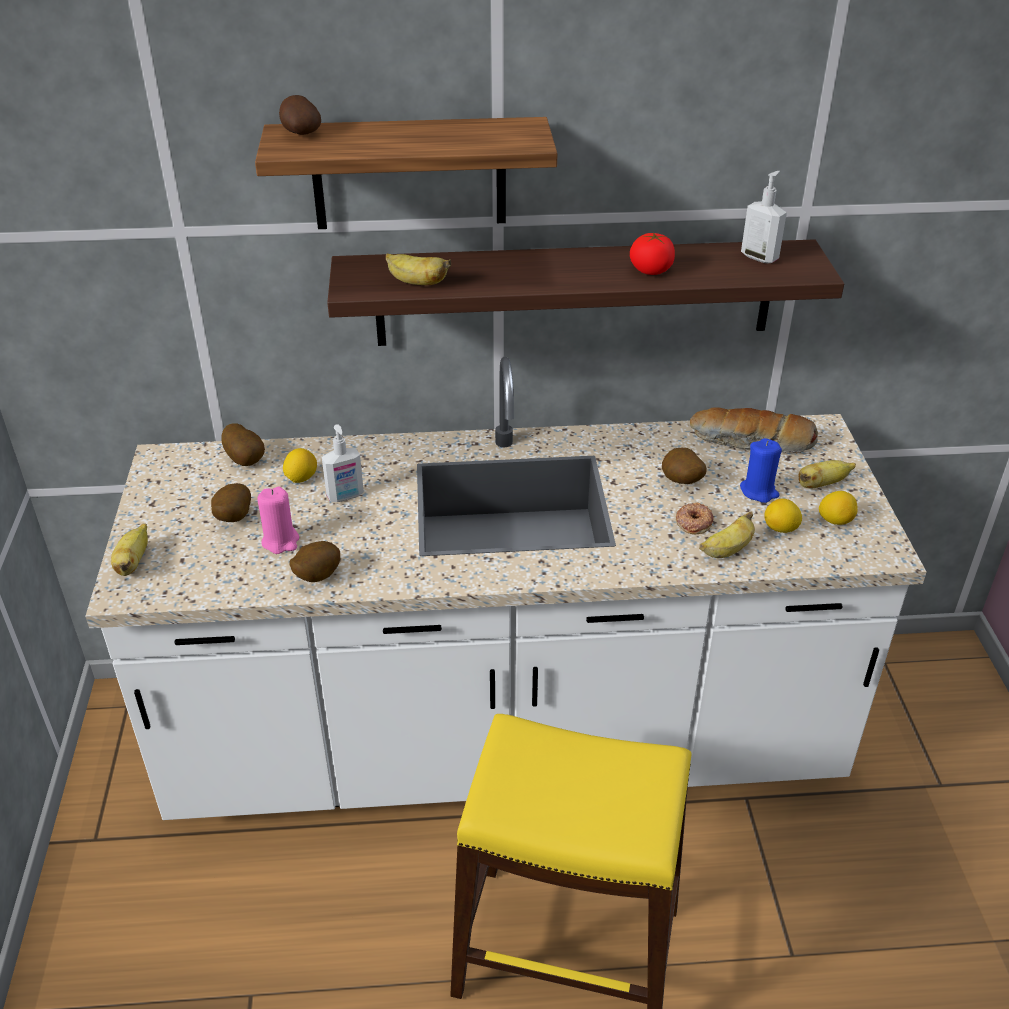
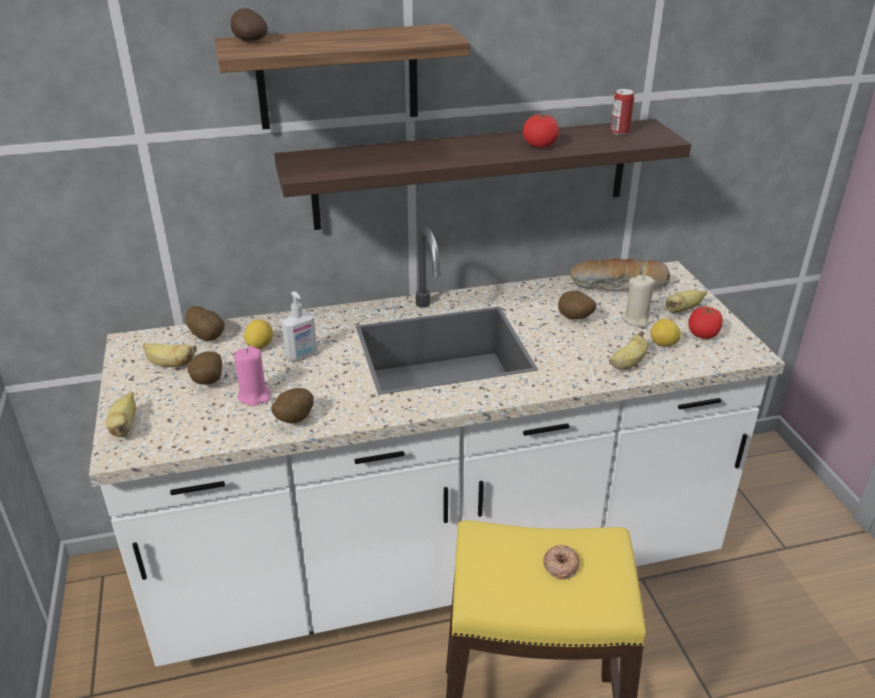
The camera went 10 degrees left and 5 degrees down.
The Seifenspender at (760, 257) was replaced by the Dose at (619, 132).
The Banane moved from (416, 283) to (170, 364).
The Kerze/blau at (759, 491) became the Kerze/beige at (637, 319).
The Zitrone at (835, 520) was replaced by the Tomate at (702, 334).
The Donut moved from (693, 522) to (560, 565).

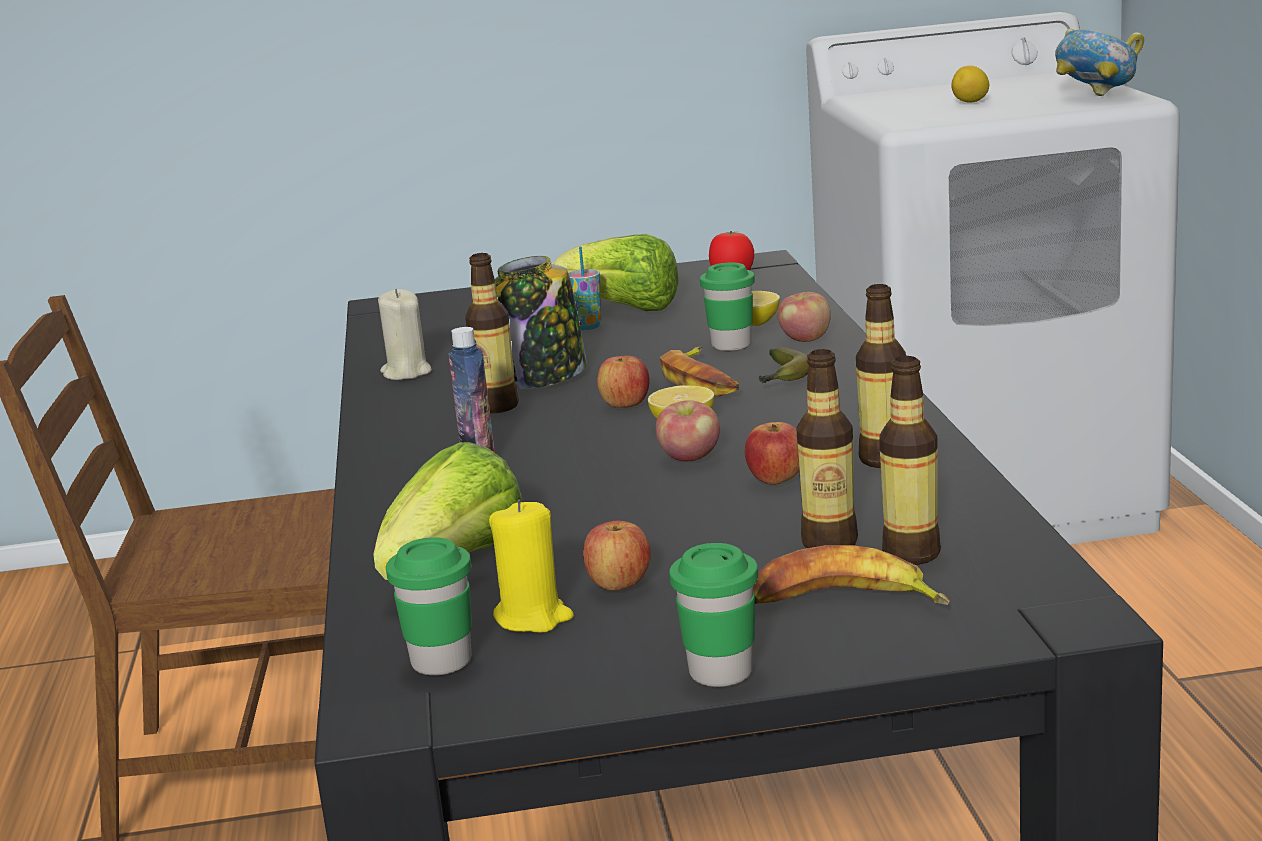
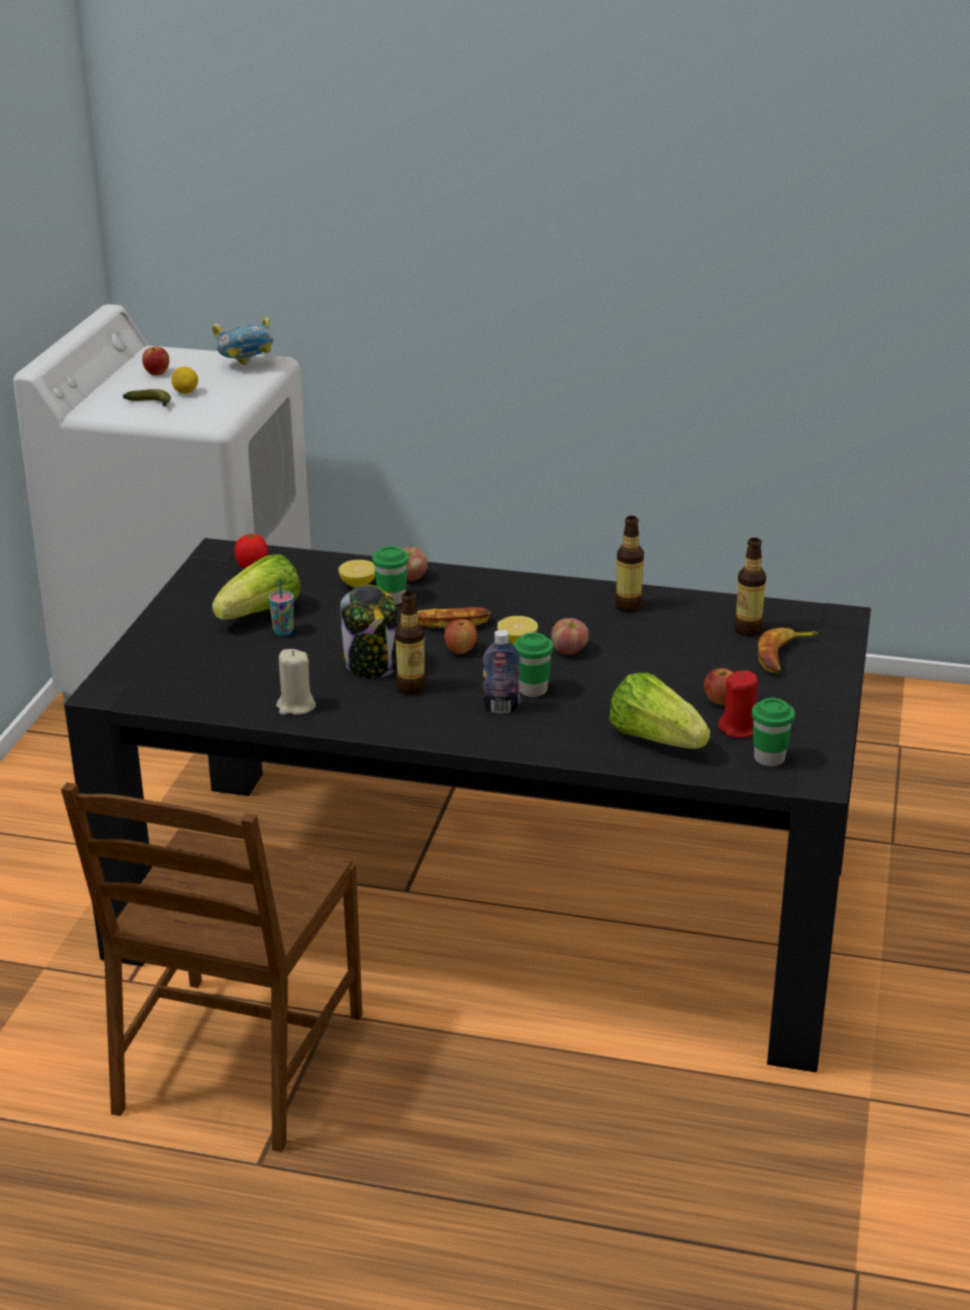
The camera went 70 degrees left and 10 degrees up.
The Banane moved from (783, 378) to (152, 404).
The Flasche at (829, 543) disappeared.
The Apfel moved from (776, 480) to (157, 373).
The Kerze/gelb at (533, 618) became the Kerze/rot at (739, 728).
The Tasse/grün moved from (720, 673) to (532, 690).

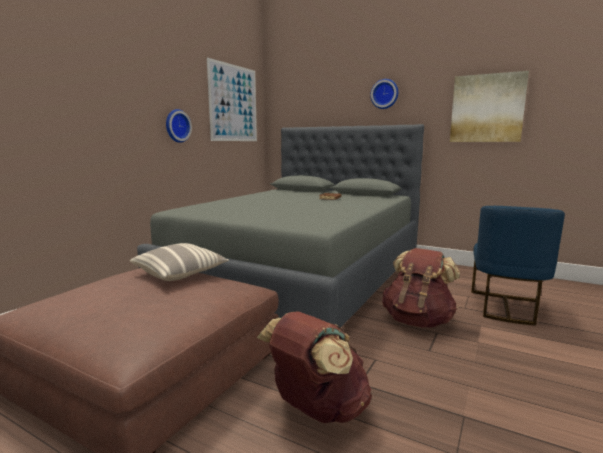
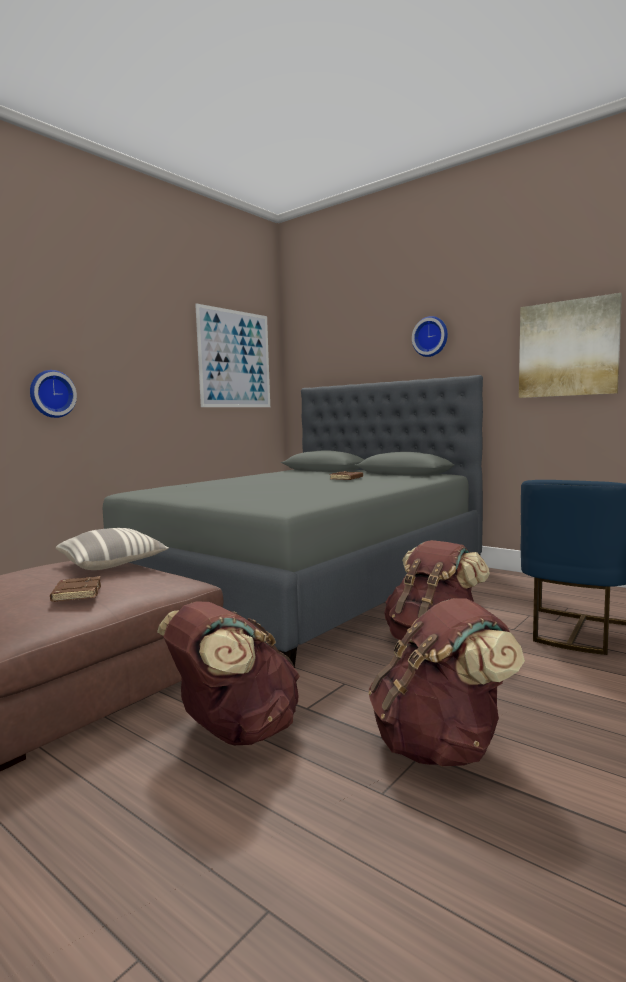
The camera went 10 degrees right and 5 degrees down.
The Wanduhr moved from (176, 126) to (51, 394).
The Buch/braun at (76, 593) appeared.
The Rucksack/braun at (441, 747) appeared.

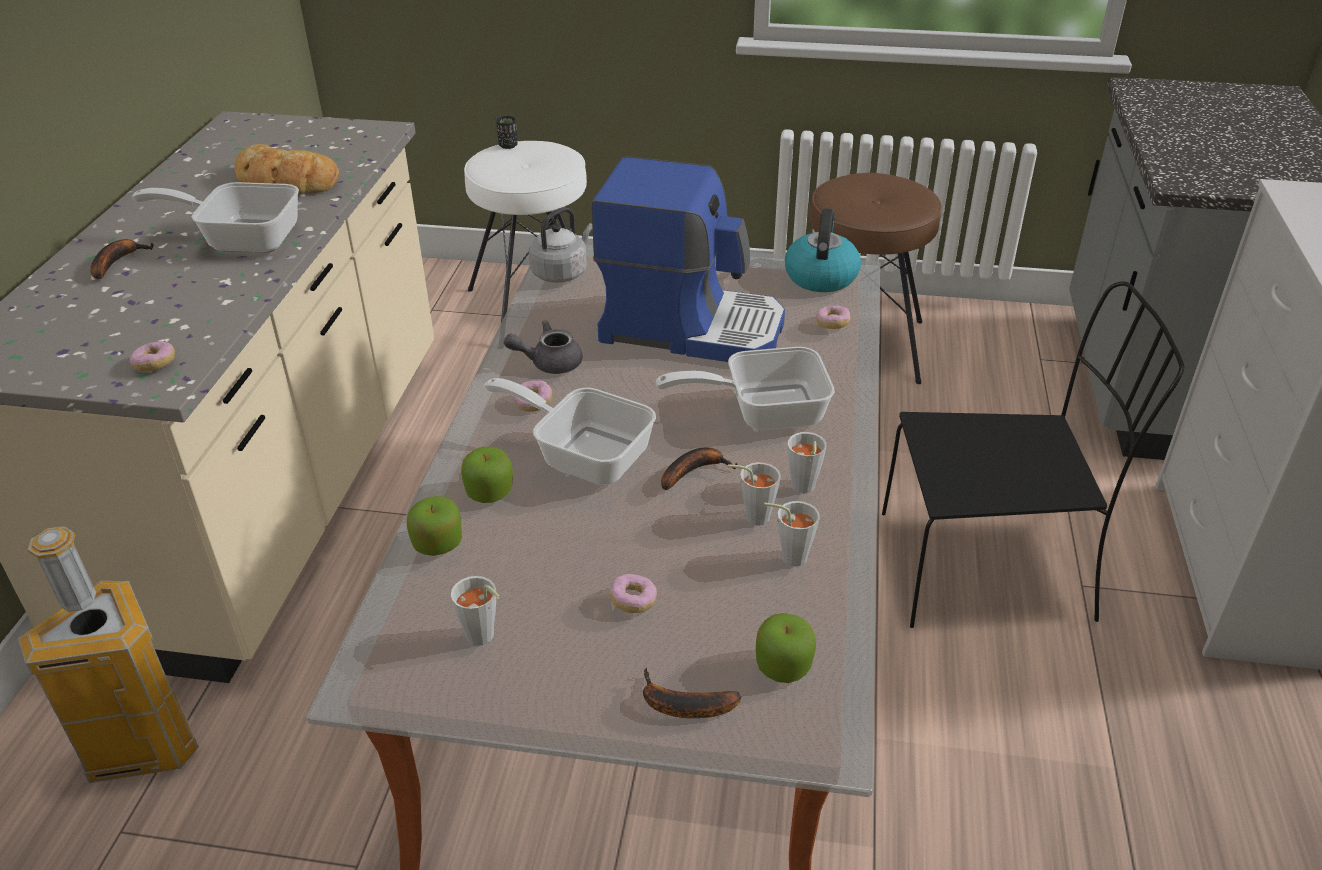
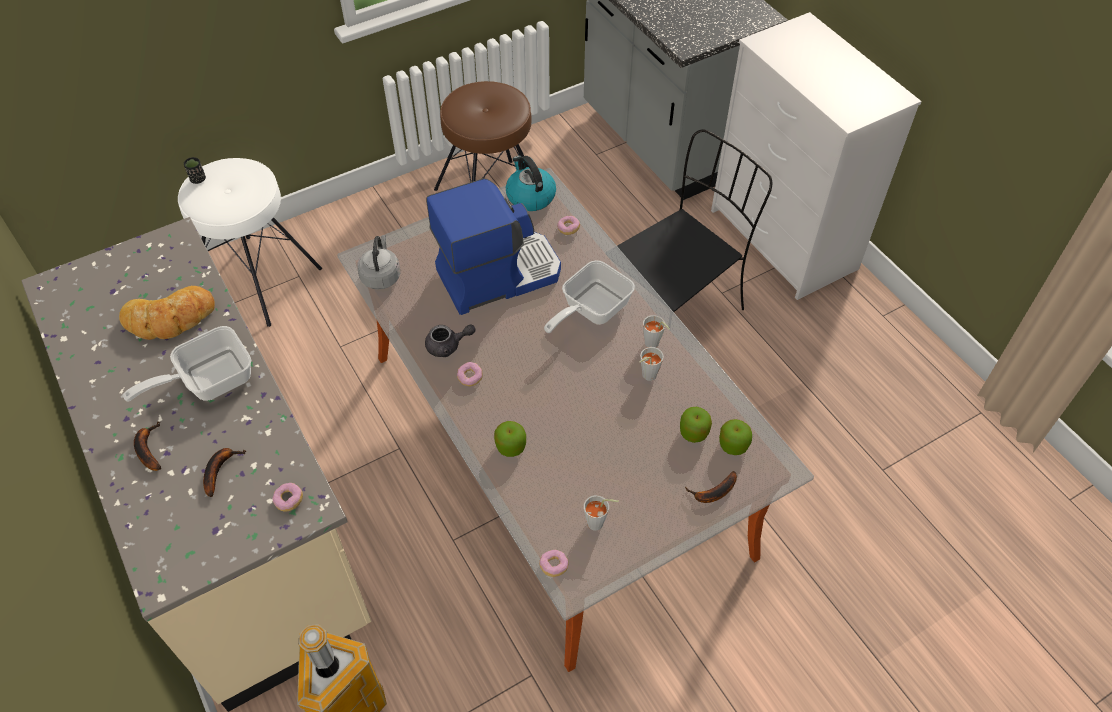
The camera went 40 degrees left and 15 degrees up.
The Teekanne/grau at (549, 363) turned 135 degrees counterclockwise.
The Pfanne at (584, 454) disappeared.
The Banane moved from (694, 471) to (220, 470).
The Apfel moved from (437, 543) to (693, 432).
The Tasse/grau at (788, 556) disappeared.
The Donut moved from (633, 601) to (553, 566).

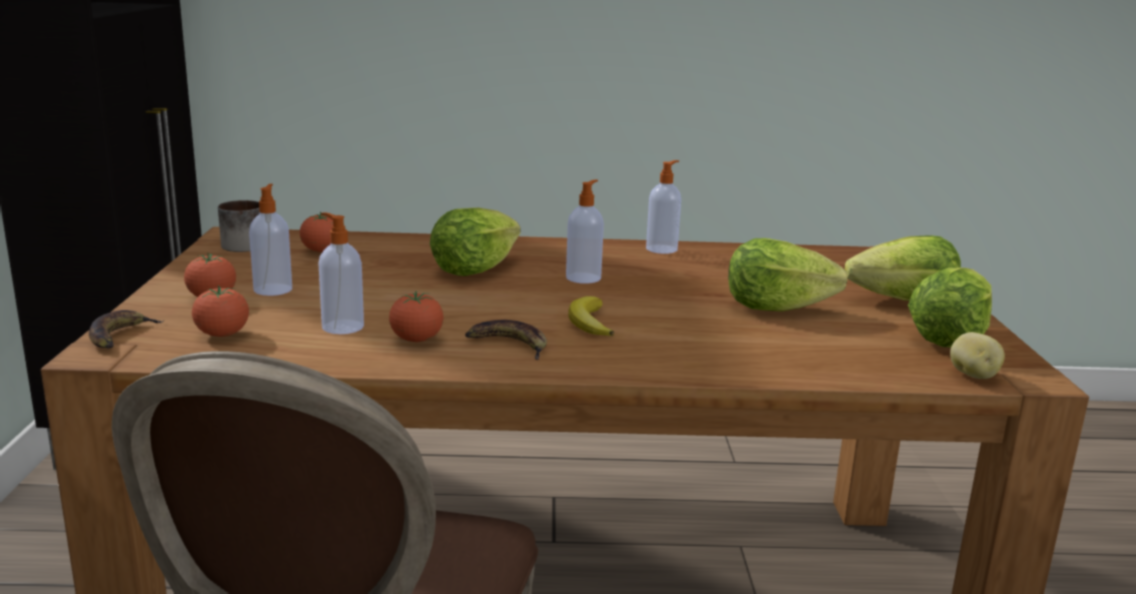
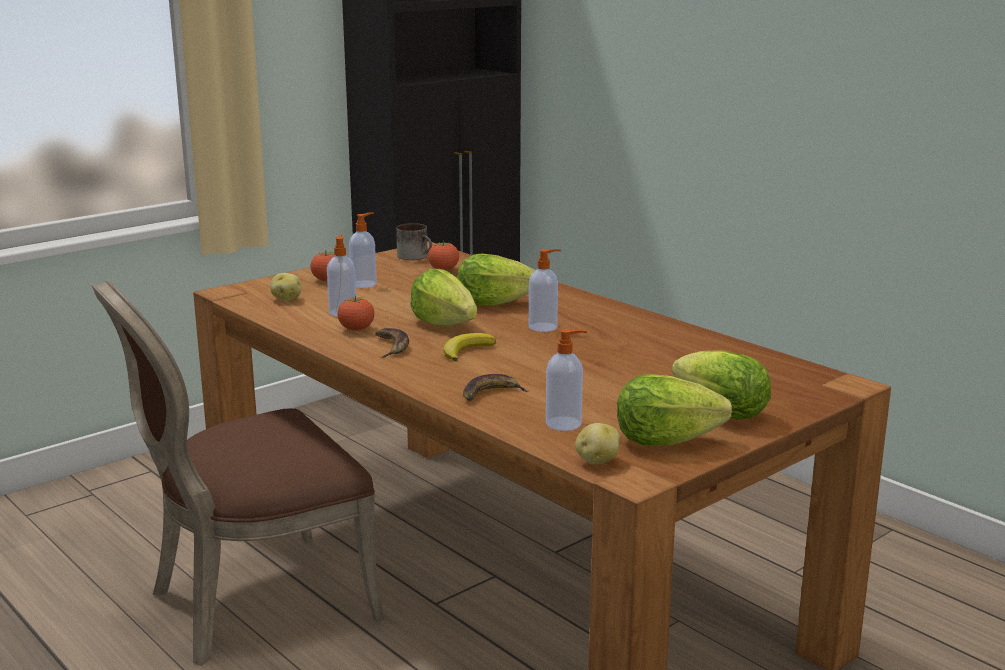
The camera went 50 degrees right and 0 degrees up.
The Seifenspender moved from (662, 249) to (565, 424).
The Salatkopf moved from (775, 308) to (444, 324).
The Tomate at (222, 335) was replaced by the Kartoffel at (286, 299).
The Banane moved from (120, 336) to (490, 393).

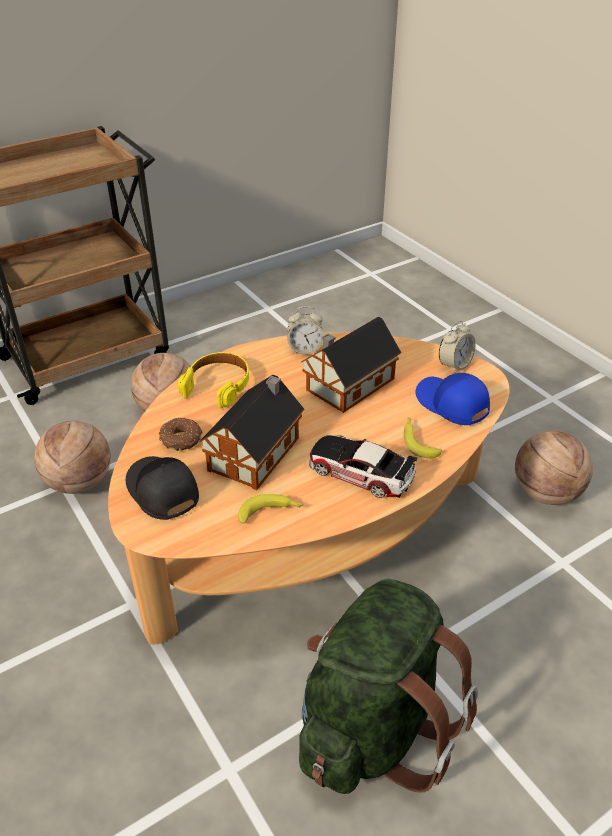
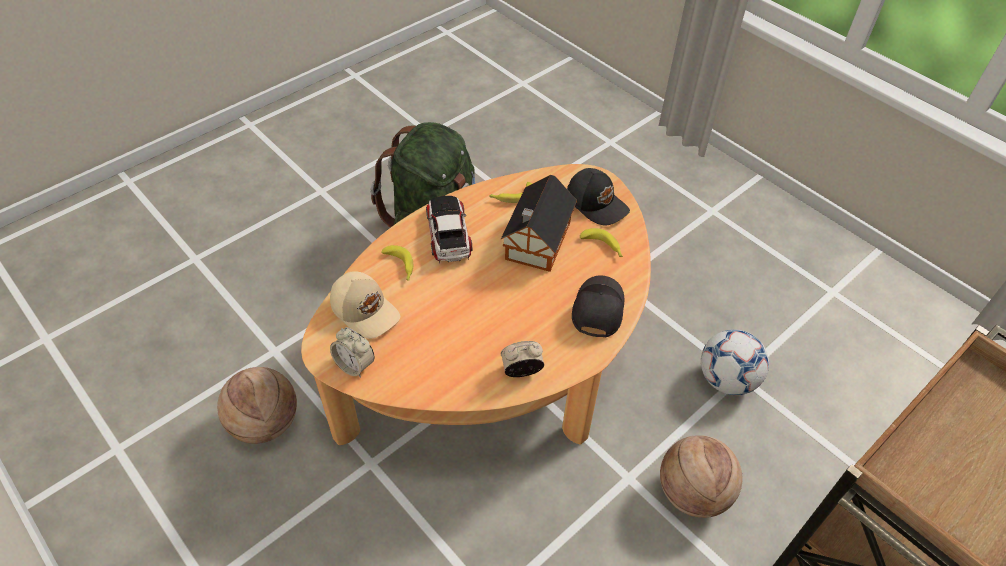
The camera went 170 degrees right and 10 degrees up.
The Spielzeughaus at (347, 385) disappeared.
The Wecker at (454, 365) turned 90 degrees counterclockwise.
The Kopfhörer/gelb at (218, 385) was replaced by the Kappe/schwarz at (596, 310).
The Kappe/blau at (451, 405) became the Kappe/beige at (365, 310).
The Donut at (181, 440) was replaced by the Banane at (603, 247).
The Basketball at (79, 483) was replaced by the Fußball at (726, 380).
The Spielzeugauto at (360, 472) turned 120 degrees counterclockwise.

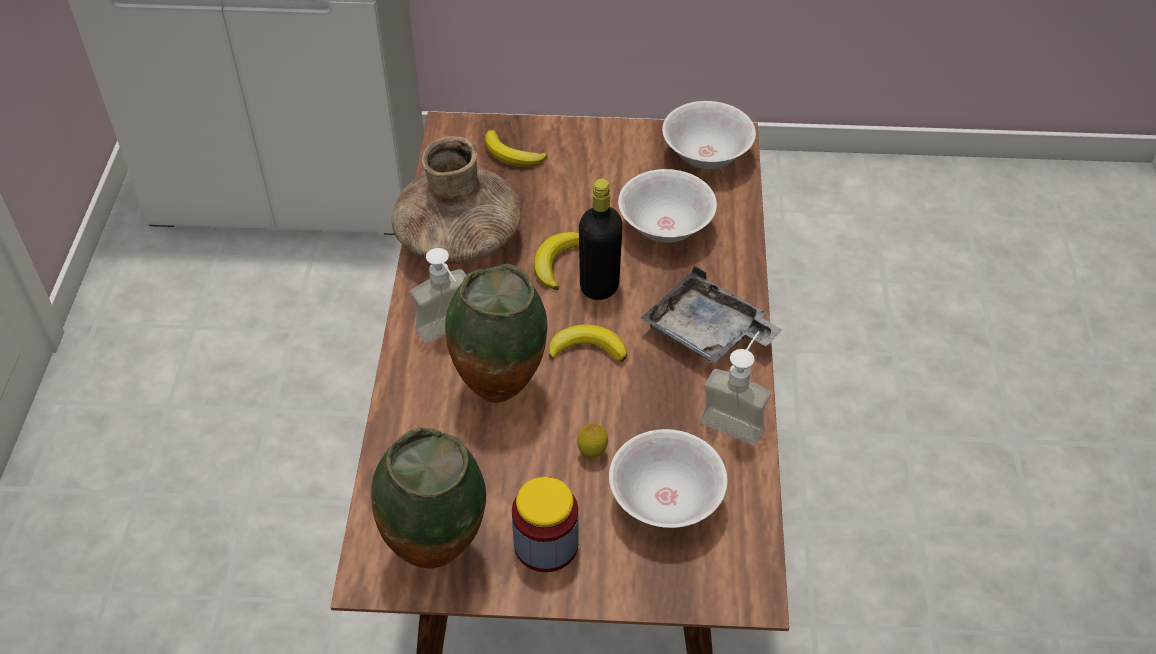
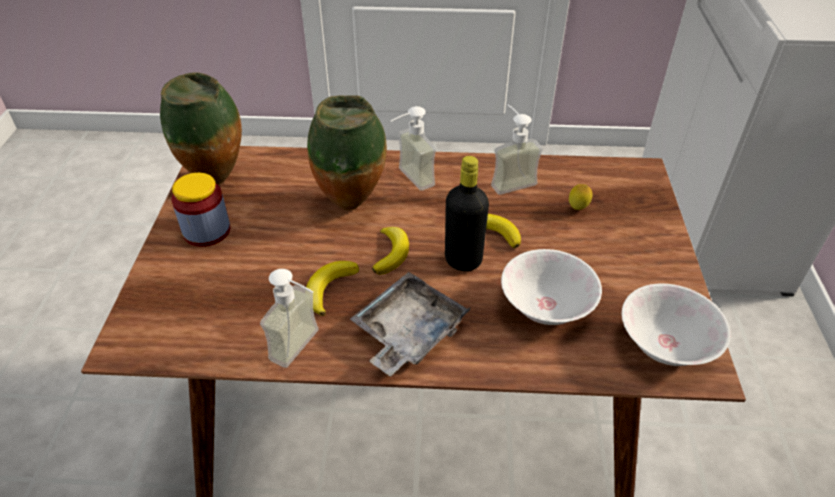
The camera went 90 degrees right and 5 degrees down.
The Banane moved from (512, 155) to (329, 288).
The Vase/braun at (458, 240) was replaced by the Seifenspender at (509, 180).
The Zitrone moved from (592, 453) to (577, 209).
The Schüssel/weiß at (666, 501) disappeared.

